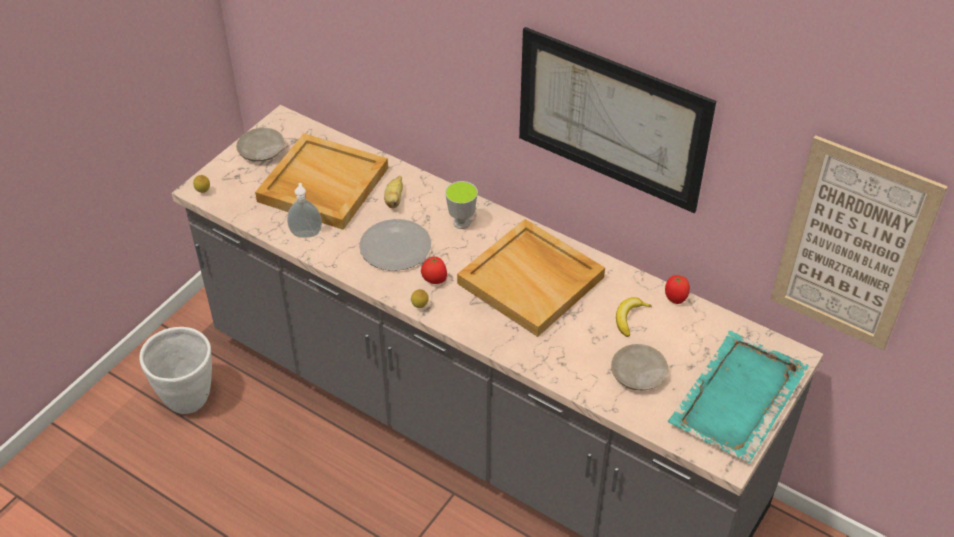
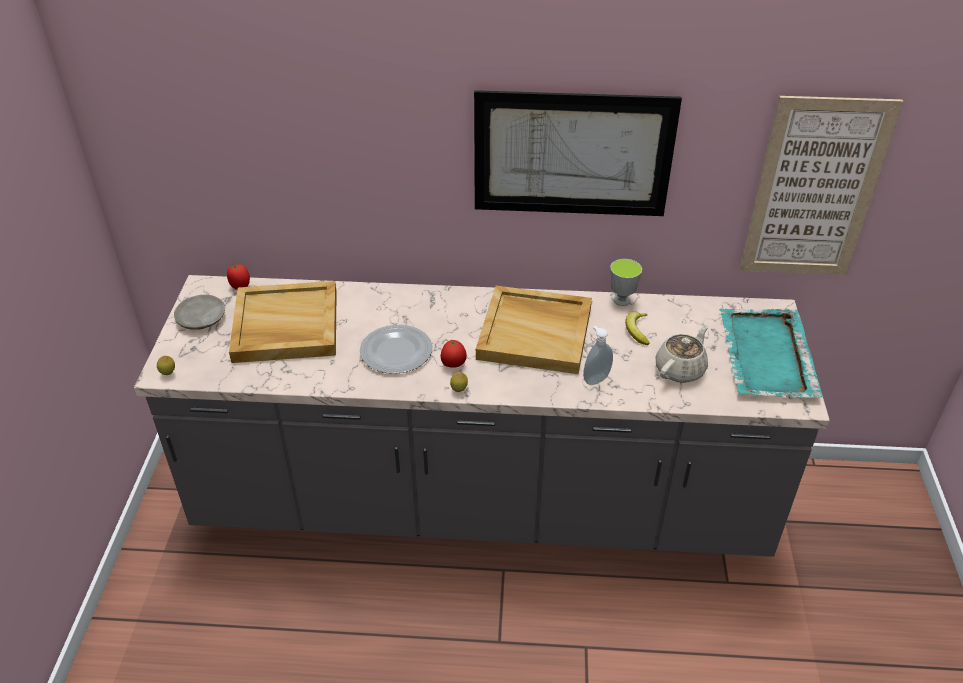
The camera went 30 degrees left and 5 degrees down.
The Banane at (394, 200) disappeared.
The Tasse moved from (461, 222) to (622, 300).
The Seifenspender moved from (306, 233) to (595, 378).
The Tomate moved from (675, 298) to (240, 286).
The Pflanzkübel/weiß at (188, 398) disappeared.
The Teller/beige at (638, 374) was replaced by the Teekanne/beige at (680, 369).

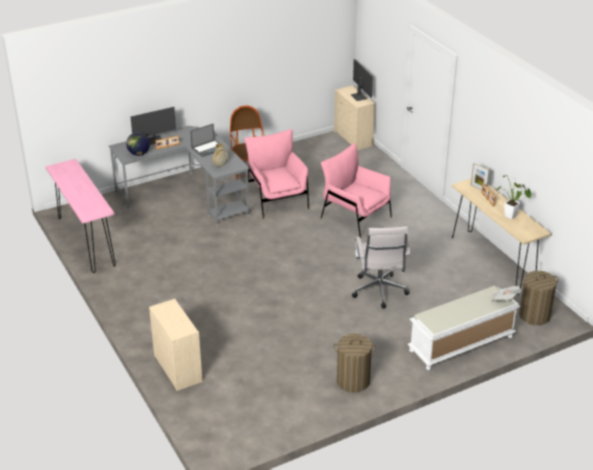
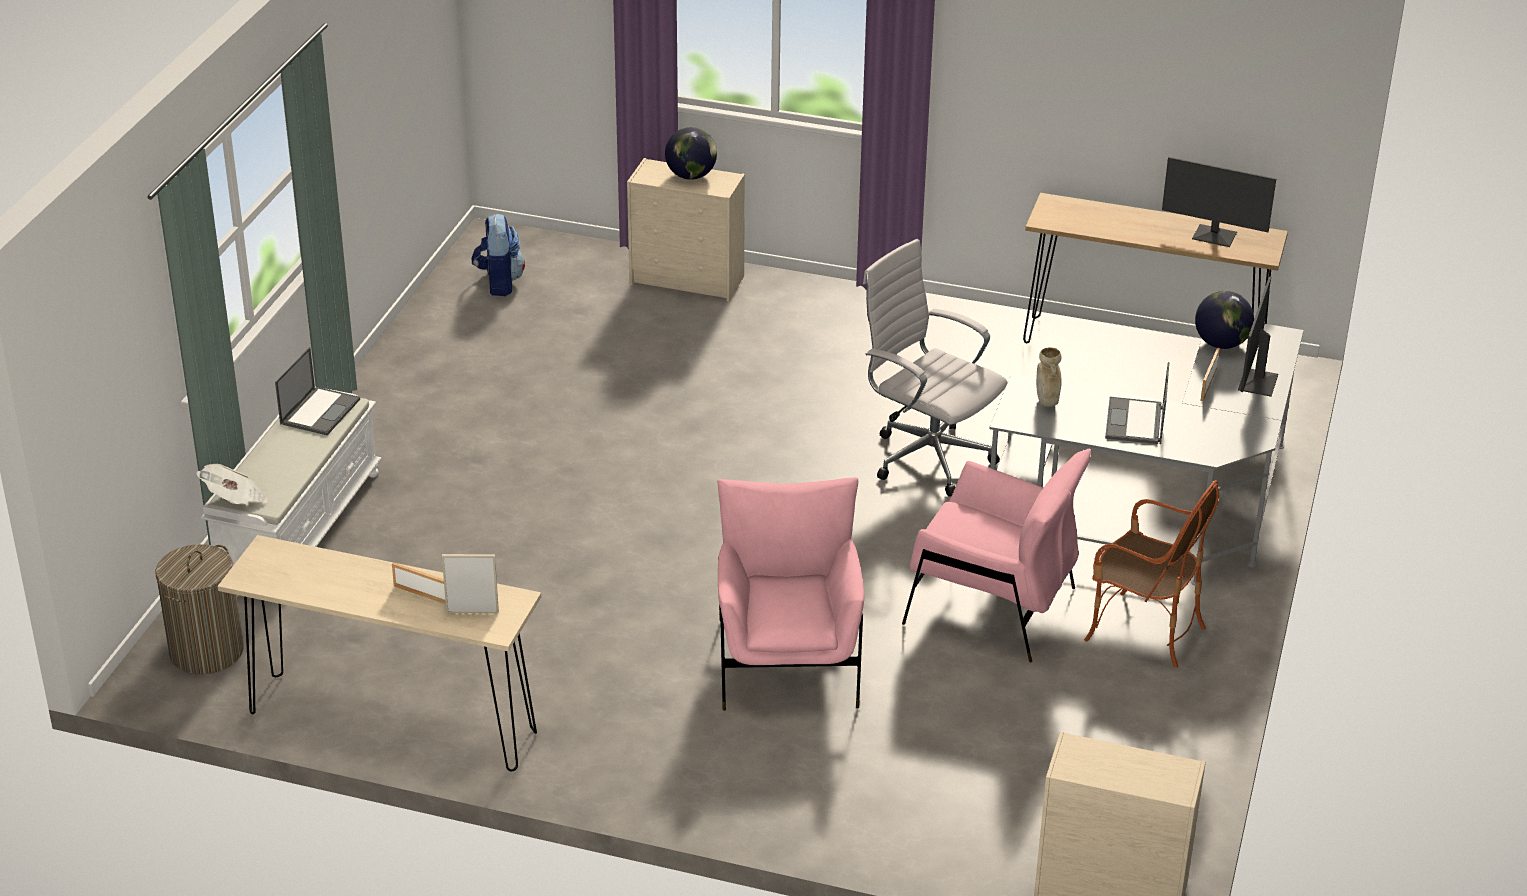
The camera went 135 degrees right and 0 degrees up.
The Monitor moved from (359, 96) to (1214, 236).
The Sessel/rosa at (355, 217) turned 90 degrees counterclockwise.
The Konsolentisch/rosa at (86, 241) became the Konsolentisch/braun at (1142, 349).
The Topfpflanze at (512, 217) disappeared.
The Bürostuhl/weiß moved from (379, 292) to (927, 457).
The Wäschekorb at (353, 381) disappeared.
The Globus at (691, 176) appeared.
The Rucksack at (499, 283) appeared.
The Laptop at (320, 411) appeared.

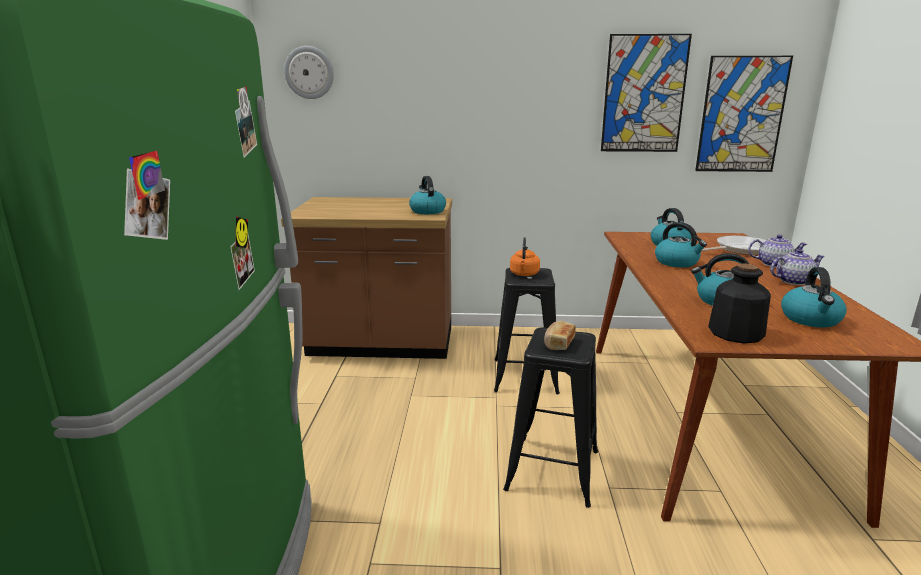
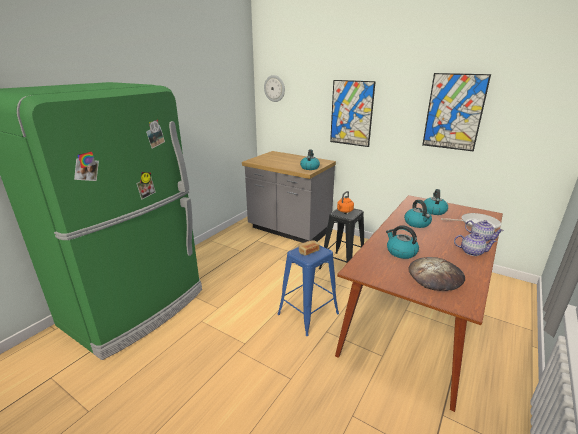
The camera went 30 degrees right and 5 degrees up.
The Bild moved from (742, 115) to (351, 113).
The Küchenzeile/braun at (380, 345) became the Küchenzeile/grau at (288, 230).
The Flasche at (735, 333) disappeared.
The Wasserkessel at (811, 319) was replaced by the Brot at (435, 276).
The Hocker/schwarz at (552, 470) became the Hocker/blau at (308, 314).

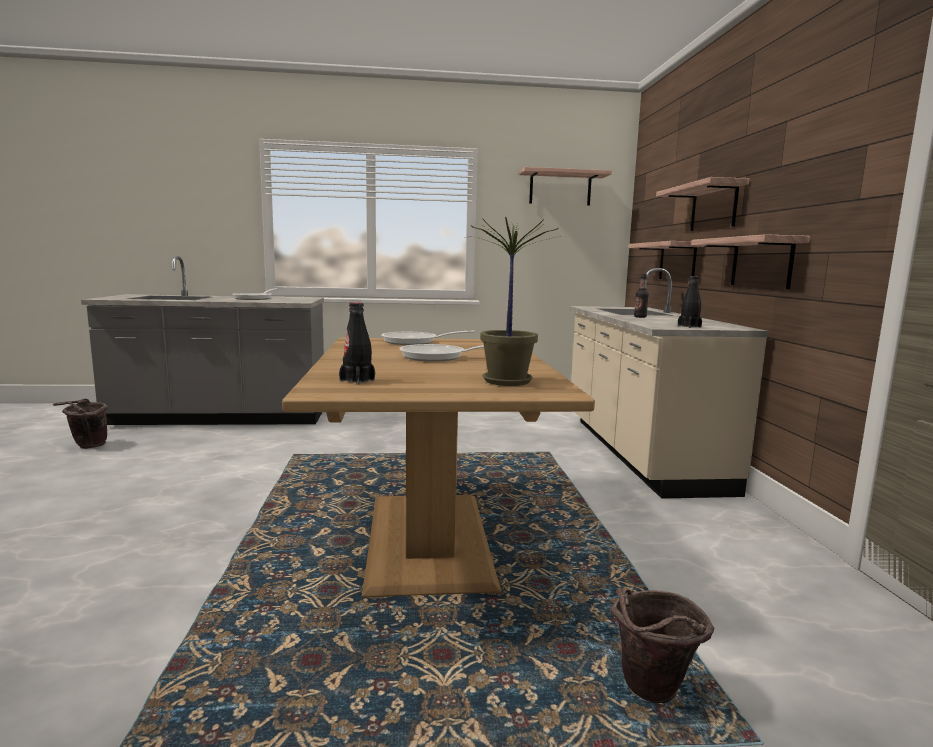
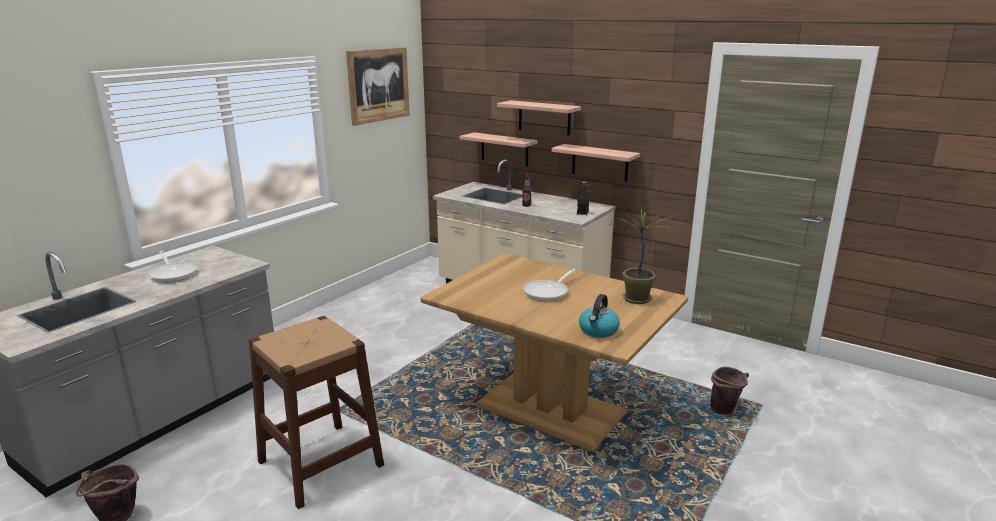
The camera went 50 degrees left and 10 degrees up.
The Wandregal at (560, 188) was replaced by the Bild at (378, 85).
The Flasche/schwarz at (357, 380) was replaced by the Wasserkessel at (598, 331).
The Pfanne at (415, 342) disappeared.
The Hocker/braun at (320, 463) appeared.

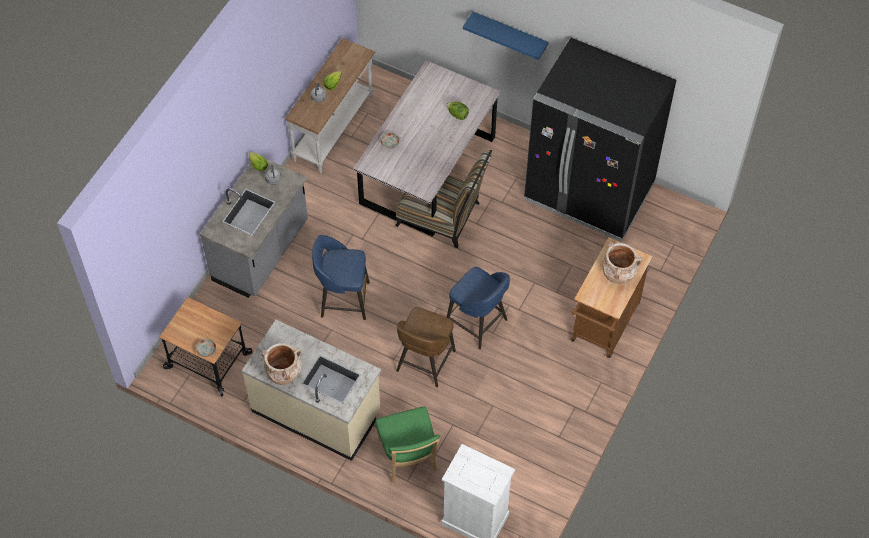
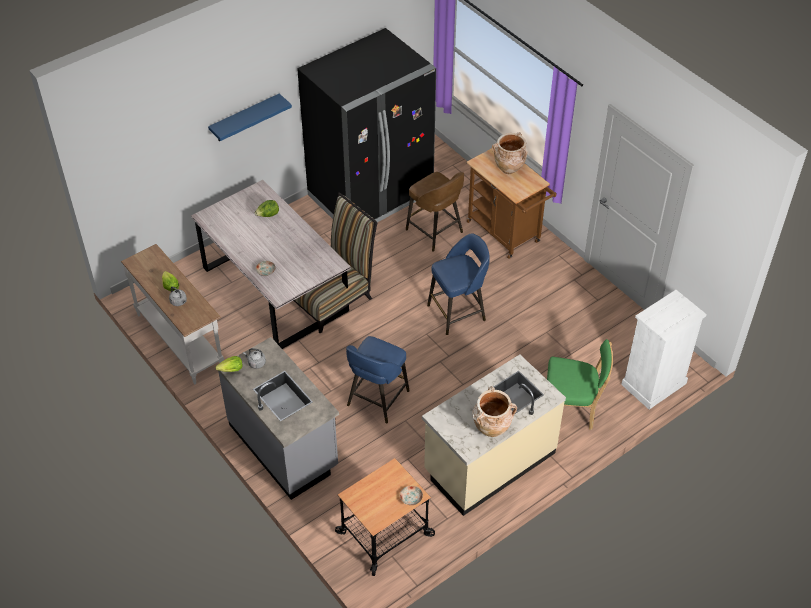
The camera went 65 degrees left and 10 degrees down.
The Hocker/braun moved from (424, 362) to (435, 232).

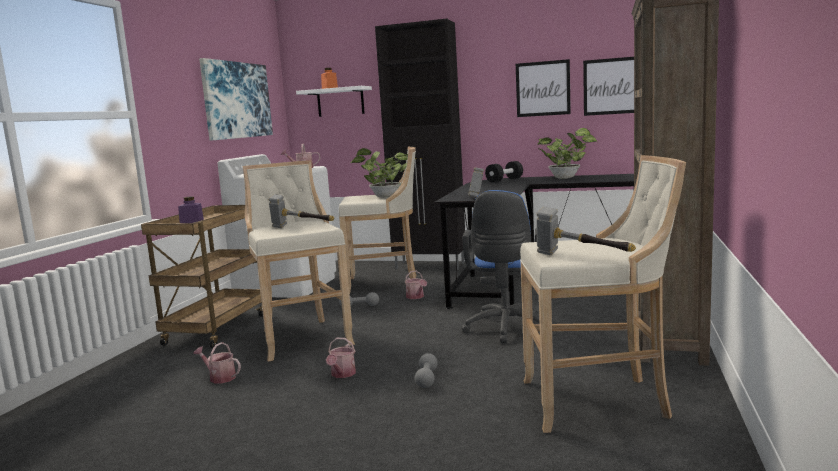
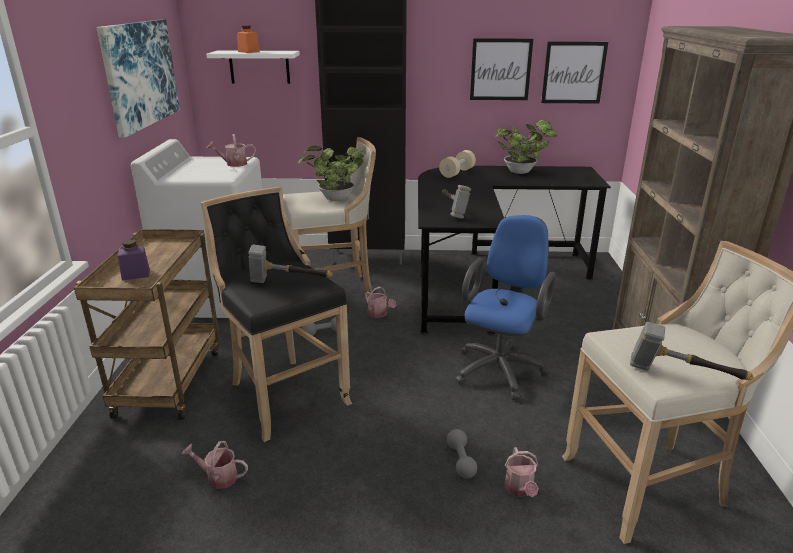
The camera went 15 degrees left and 15 degrees up.
The Hocker/beige at (302, 337) became the Hocker/schwarz at (284, 393).
The Hantel/schwarz at (504, 180) became the Hantel/beige at (457, 173).
The Bürostuhl/blau at (505, 329) turned 150 degrees counterclockwise.
The Gießkanne moved from (342, 374) to (520, 489).

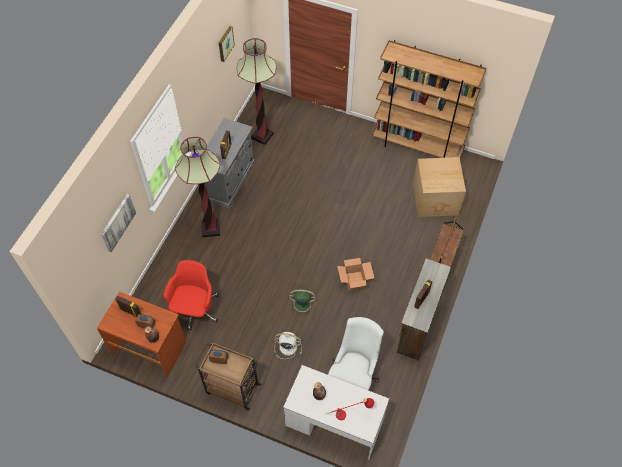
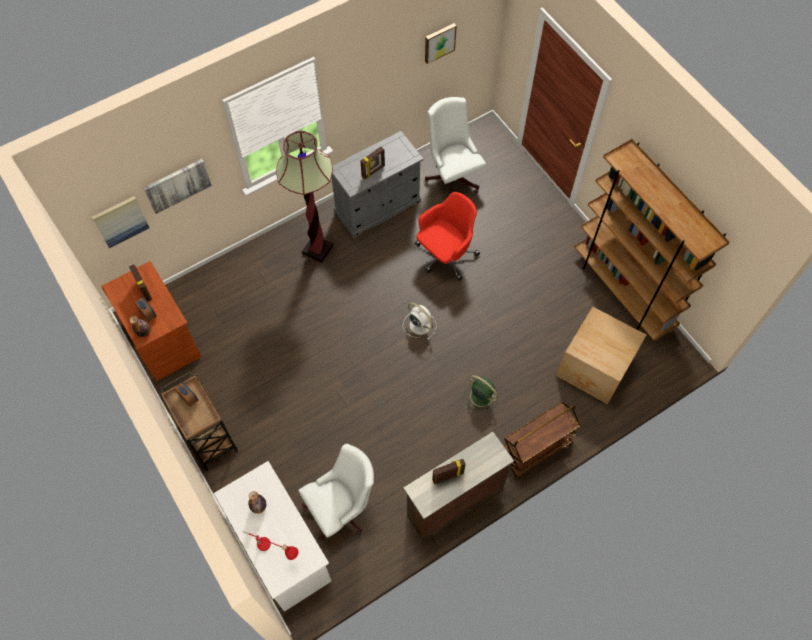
The camera went 35 degrees right and 5 degrees up.
The Stehlampe at (262, 136) was replaced by the Bürostuhl/weiß at (452, 176).
The Karton at (354, 280) disappeared.
The Bürostuhl/rot moved from (195, 310) to (445, 256).
The Ventilator/grün moved from (301, 304) to (480, 395).
The Ventilator/weiß moved from (287, 347) to (419, 324).
The Bild at (120, 221) appeared.

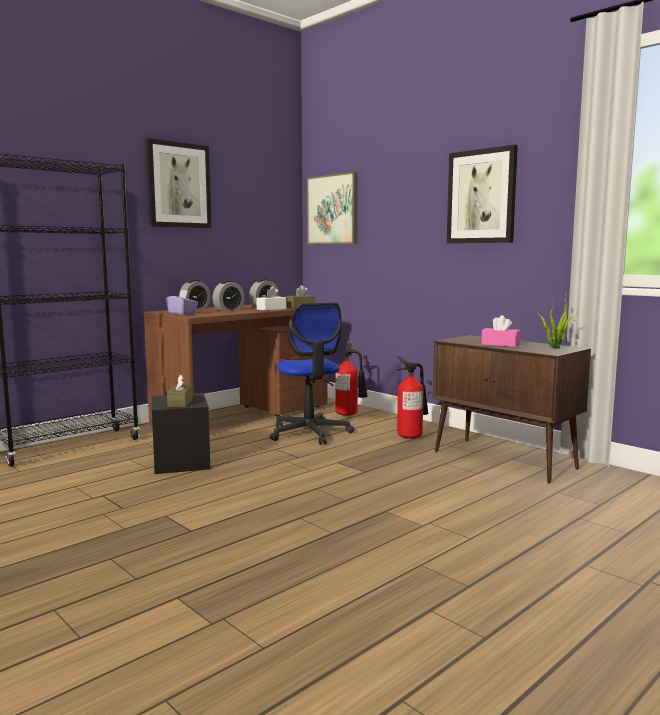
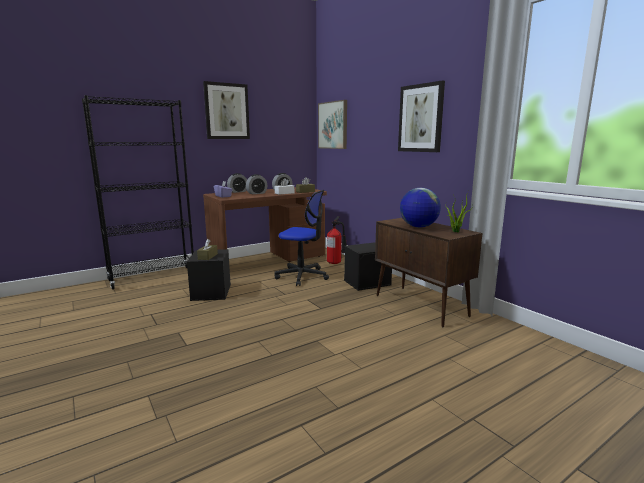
The camera went 10 degrees right and 5 degrees up.
The Bürostuhl at (310, 433) turned 60 degrees counterclockwise.
The Taschentuchbox/rosa at (500, 344) was replaced by the Globus at (418, 227).
The Feuerlöscher at (411, 436) was replaced by the Aufbewahrungsbox/schwarz at (367, 282).

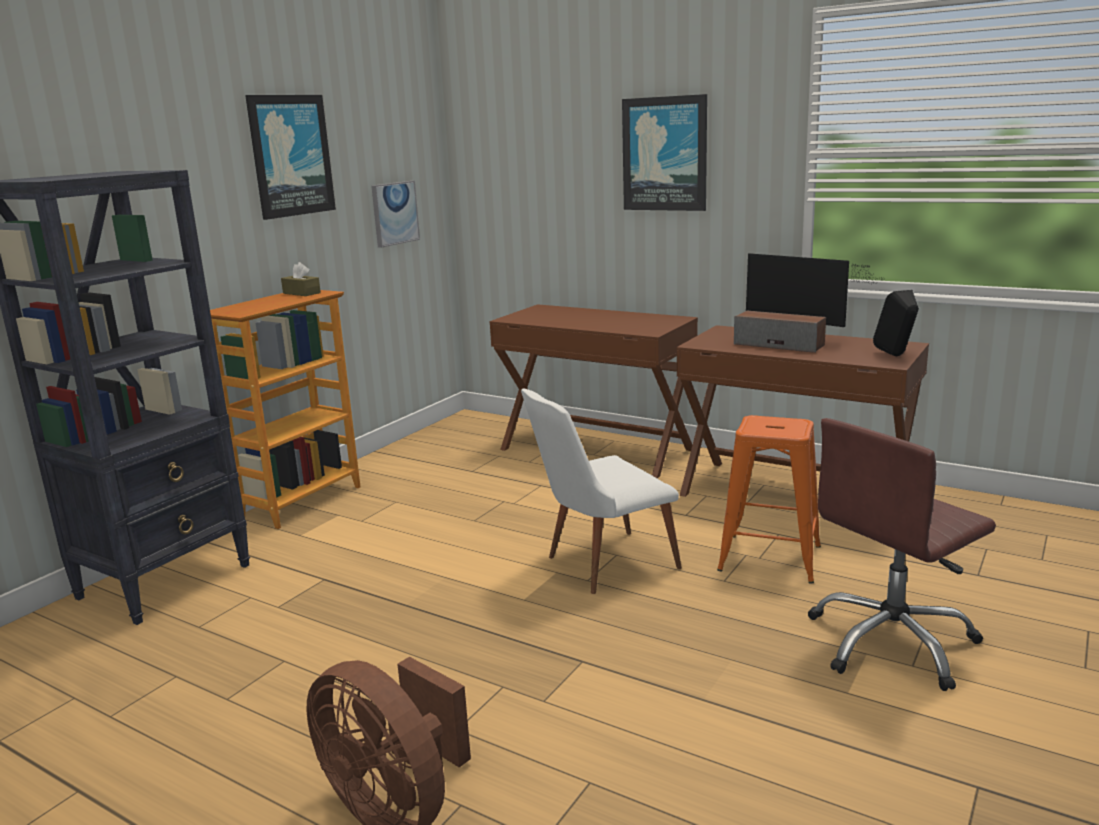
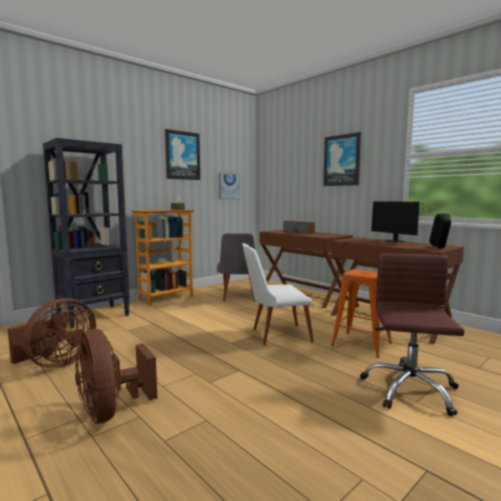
The camera went 15 degrees right and 10 degrees down.
The Lautsprecher moved from (779, 344) to (298, 232).
The Bürostuhl/braun at (892, 643) turned 120 degrees clockwise.
The Stuhl/grau at (238, 297) appeared.
The Ventilator/braun at (57, 364) appeared.

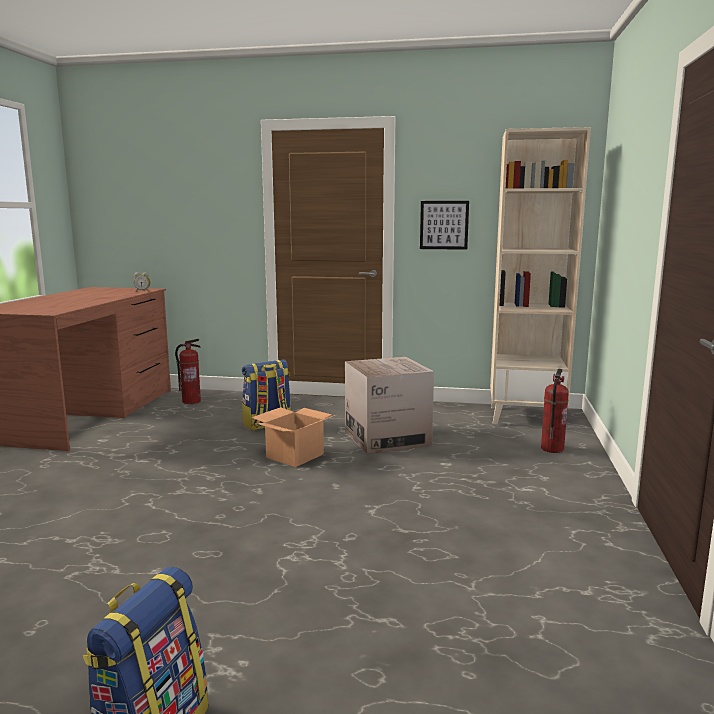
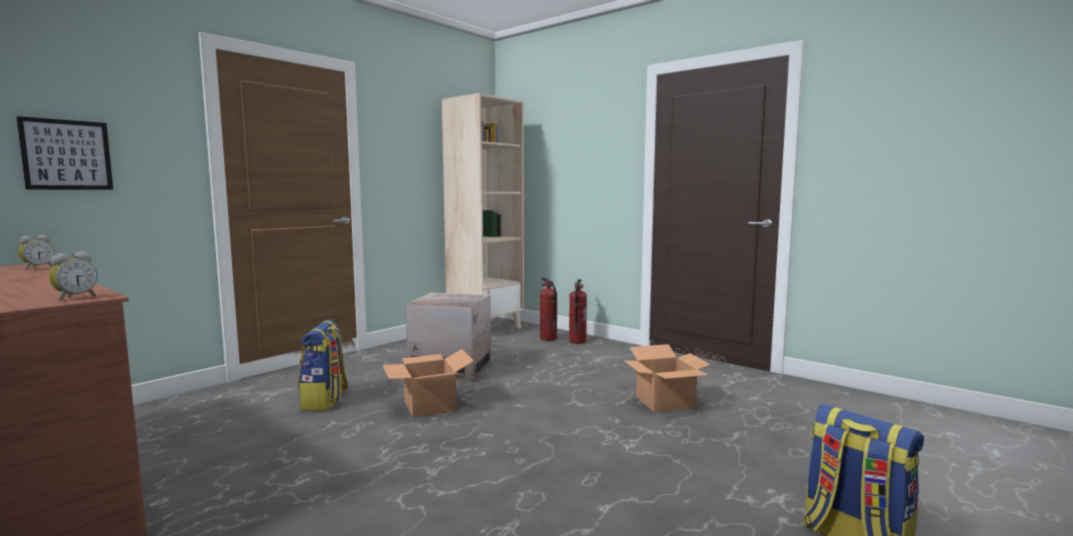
The camera went 60 degrees left and 5 degrees down.
The Bild moved from (444, 225) to (67, 155).
The Feuerlöscher moved from (191, 401) to (577, 341).
The Wecker at (74, 297) appeared.
The Karton at (665, 402) appeared.

